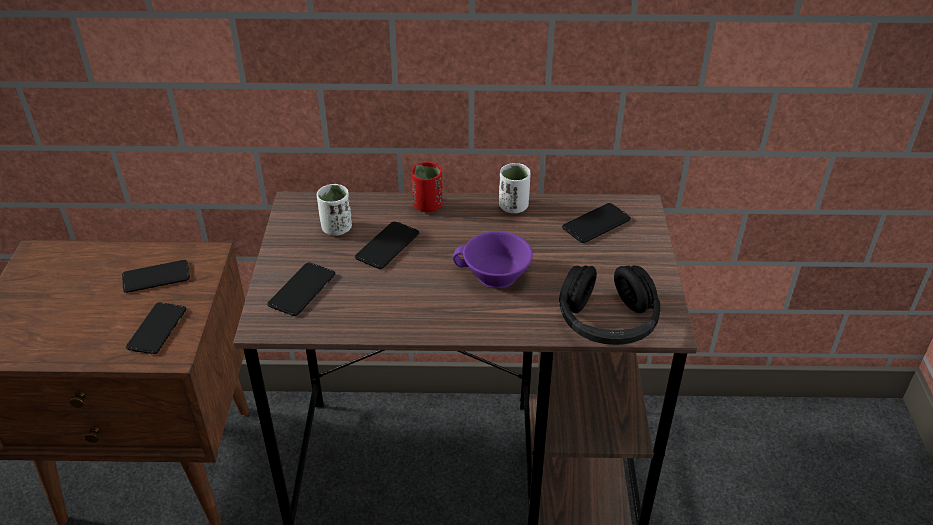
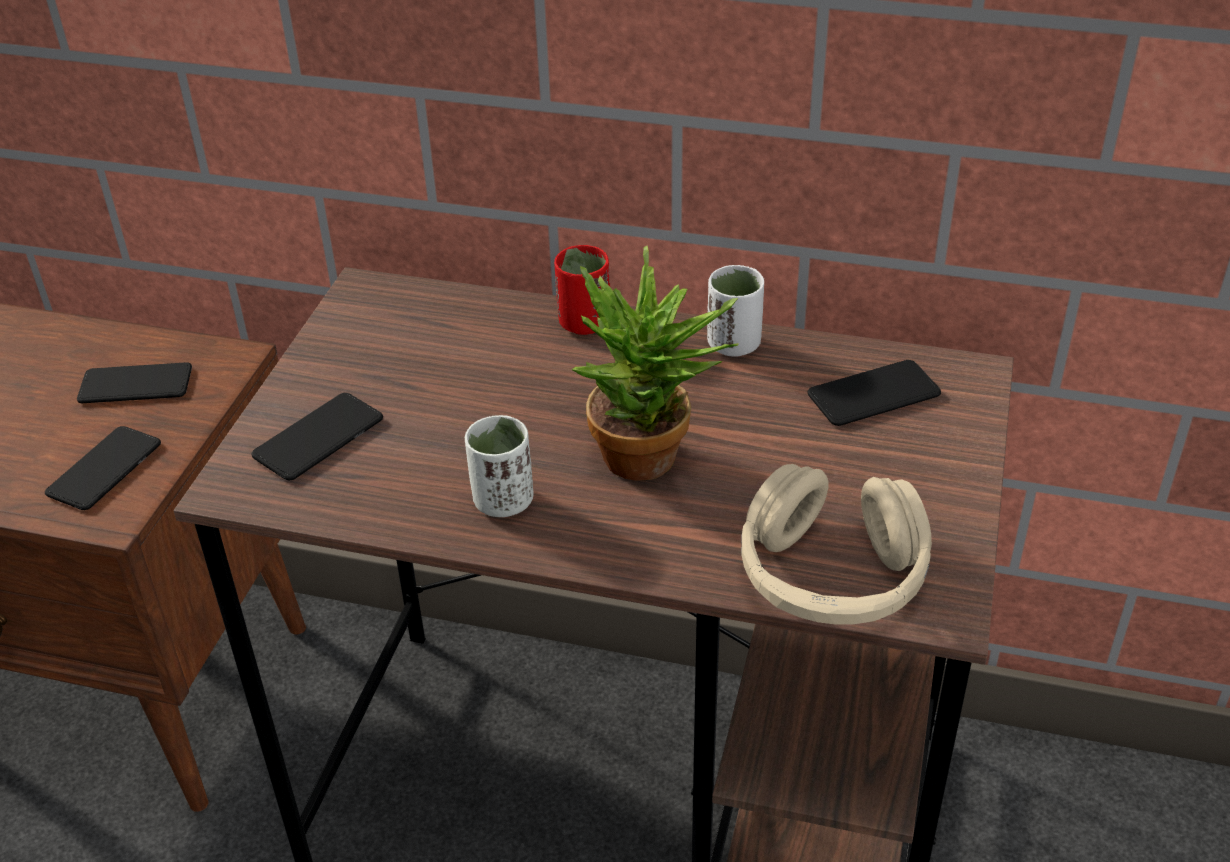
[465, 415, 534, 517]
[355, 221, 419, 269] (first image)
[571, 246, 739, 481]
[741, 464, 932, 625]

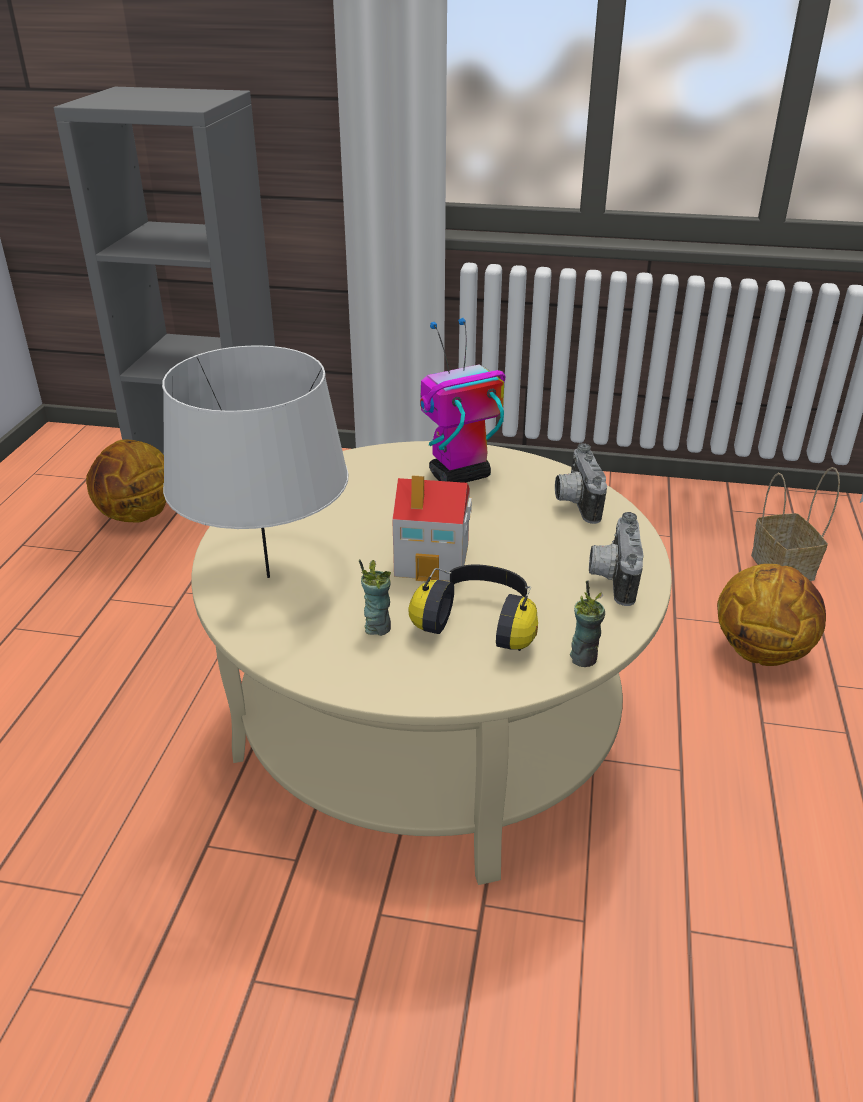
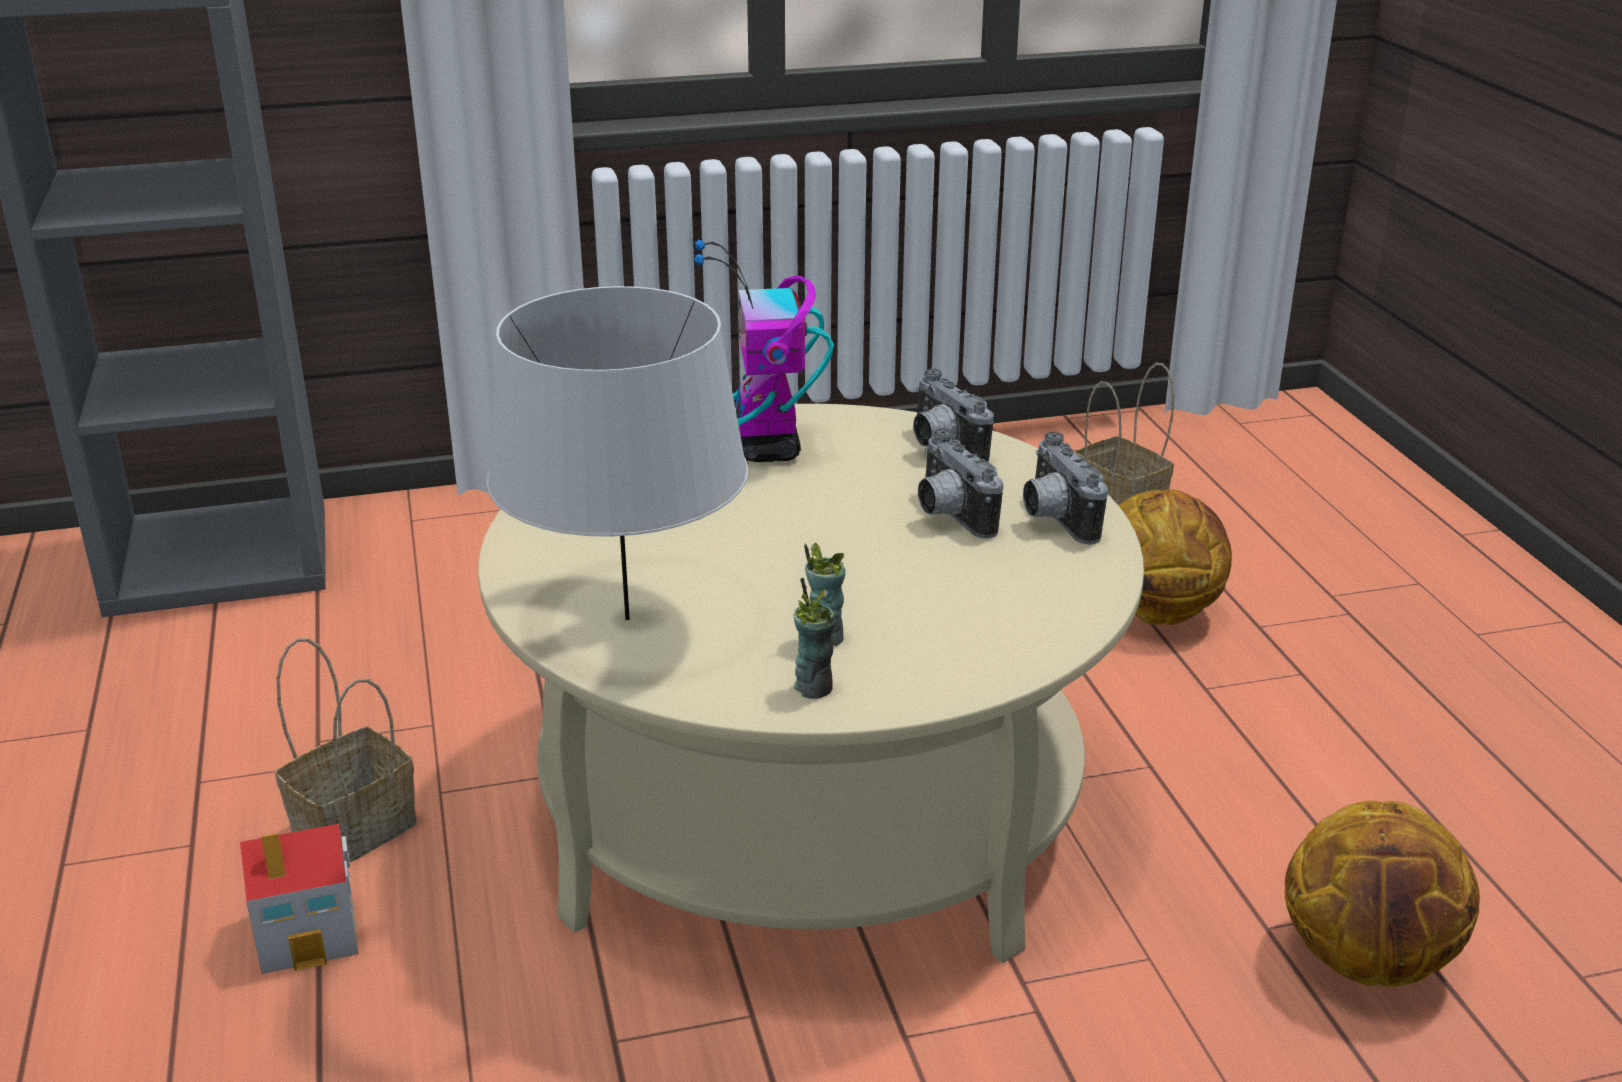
[1285, 800, 1480, 987]
[240, 824, 359, 974]
[409, 564, 538, 651] (first image)
[694, 240, 834, 462]
[793, 578, 836, 699]
[275, 638, 417, 862]
[918, 429, 1004, 539]

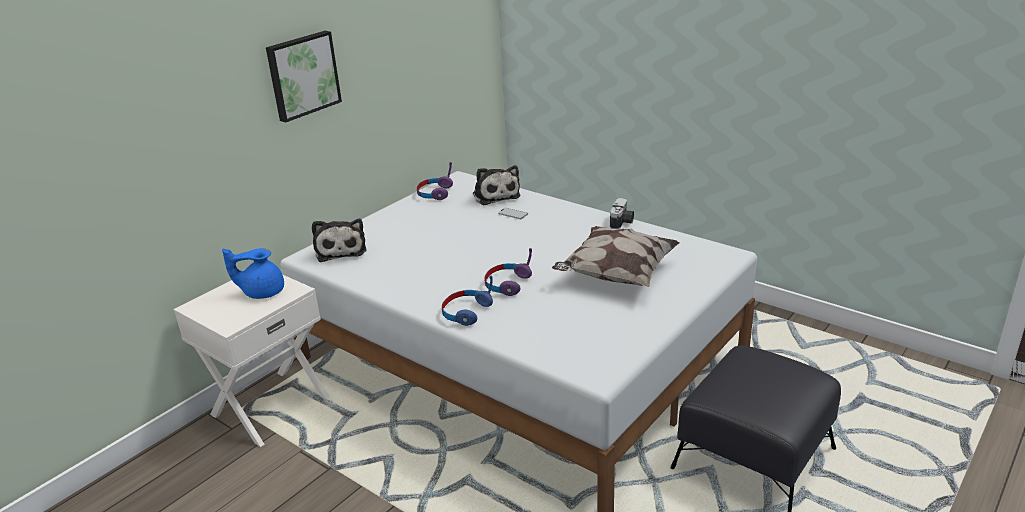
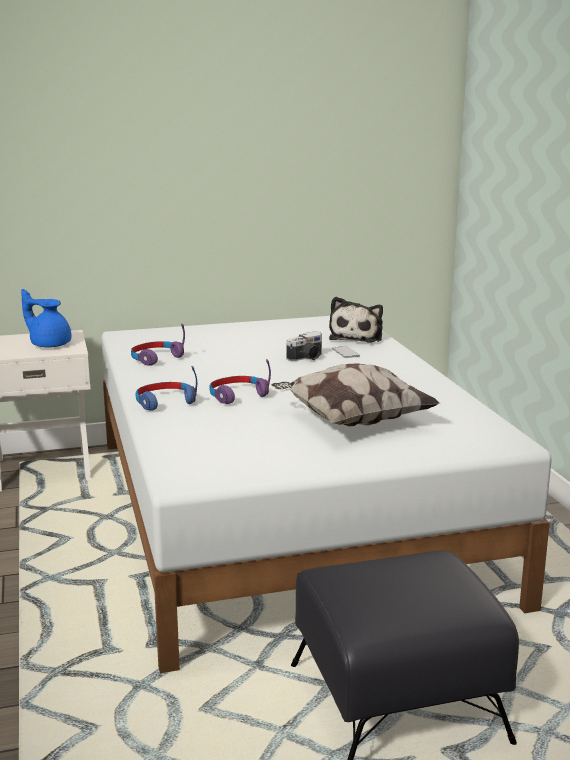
[266, 31, 342, 123] (first image)
[312, 219, 367, 262] (first image)
[131, 324, 185, 366]
[286, 332, 322, 361]

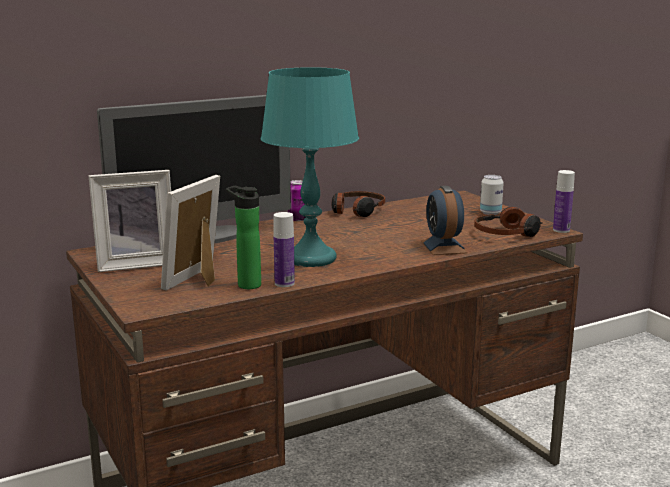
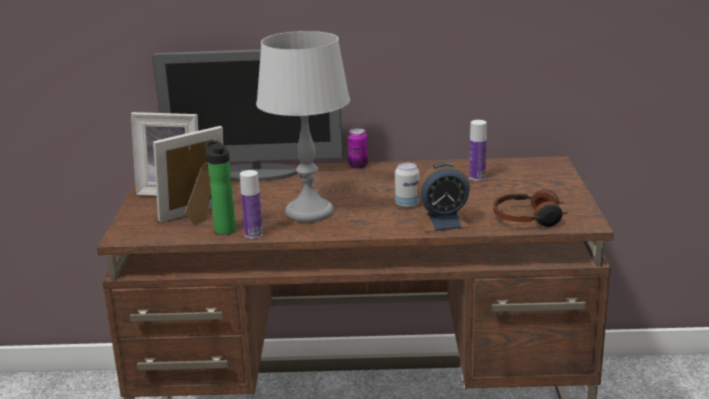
[256, 31, 350, 222]
[332, 191, 385, 217] (first image)
[417, 161, 470, 232]
[395, 163, 419, 208]
[469, 120, 487, 181]

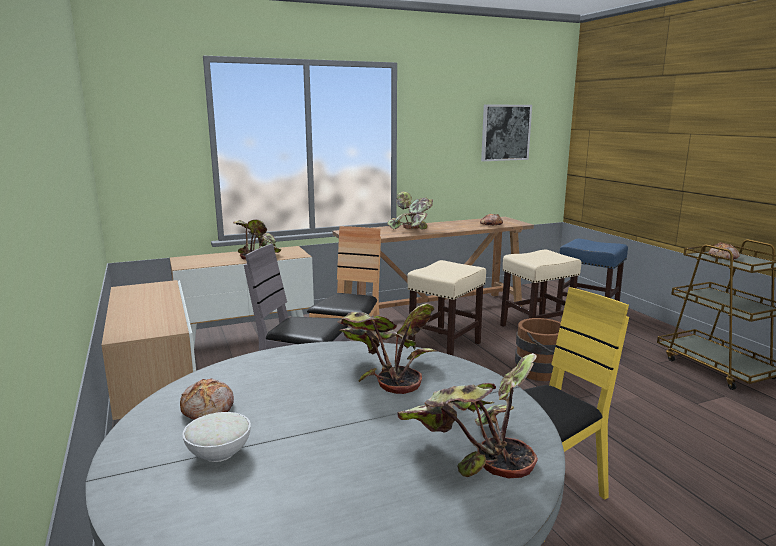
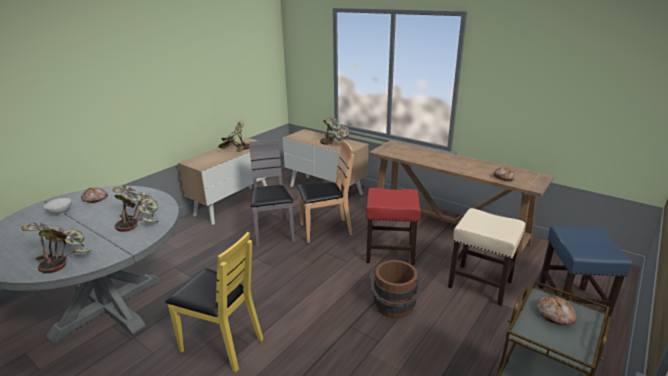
[218, 120, 249, 152]
[366, 188, 421, 266]
[481, 105, 532, 161] (first image)

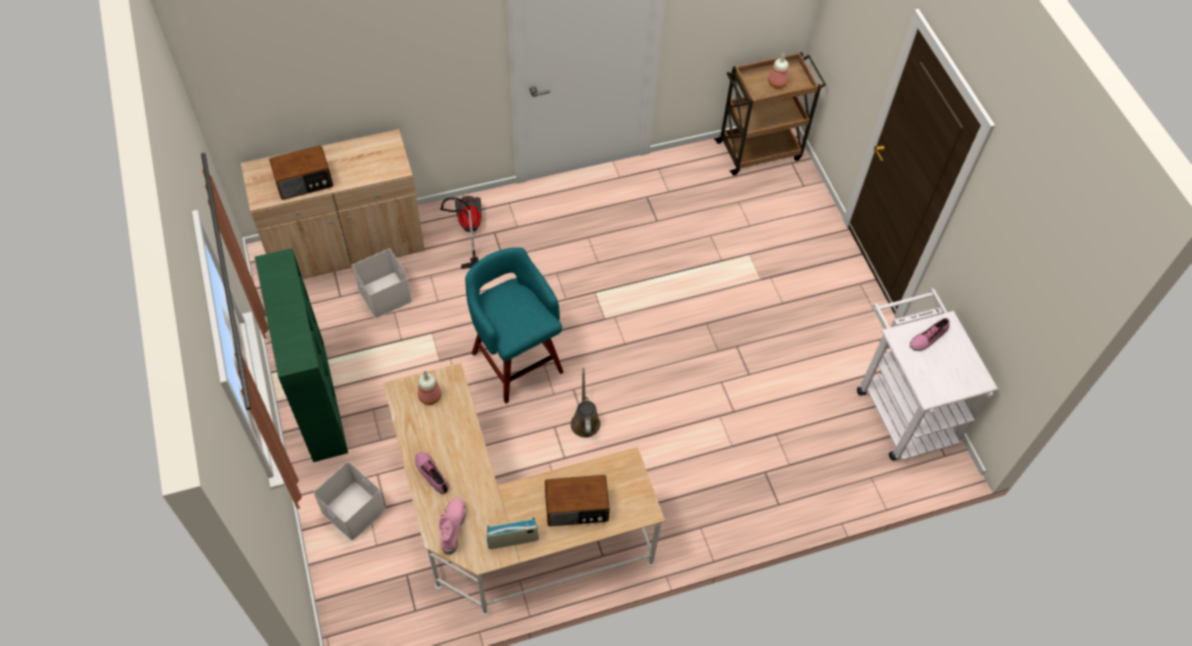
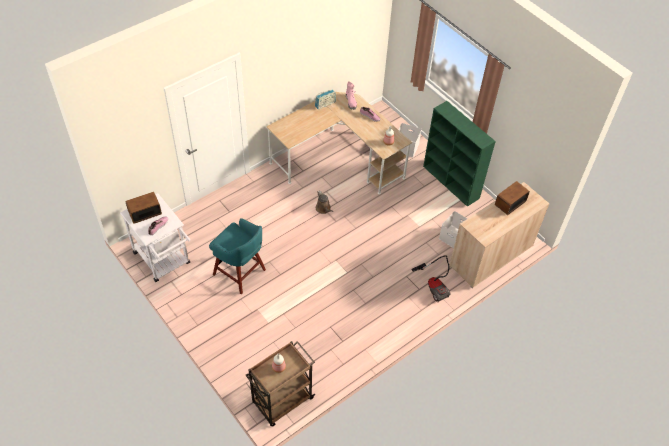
[209, 218, 266, 294]
[126, 192, 162, 224]

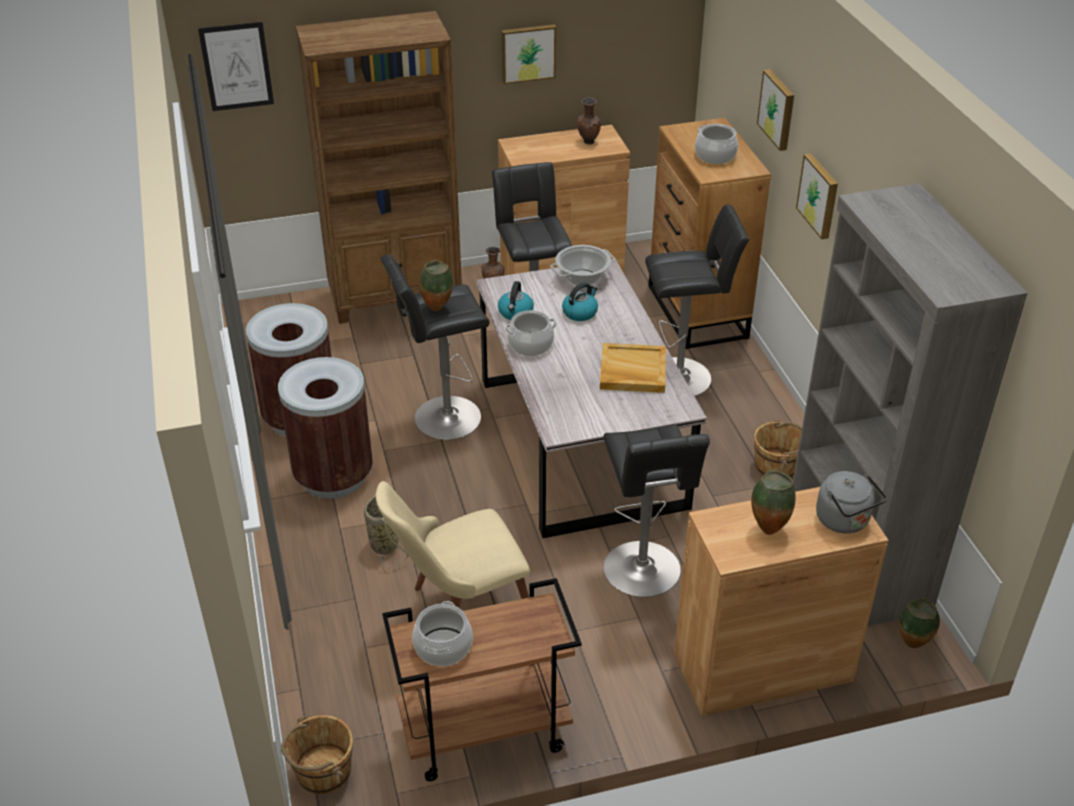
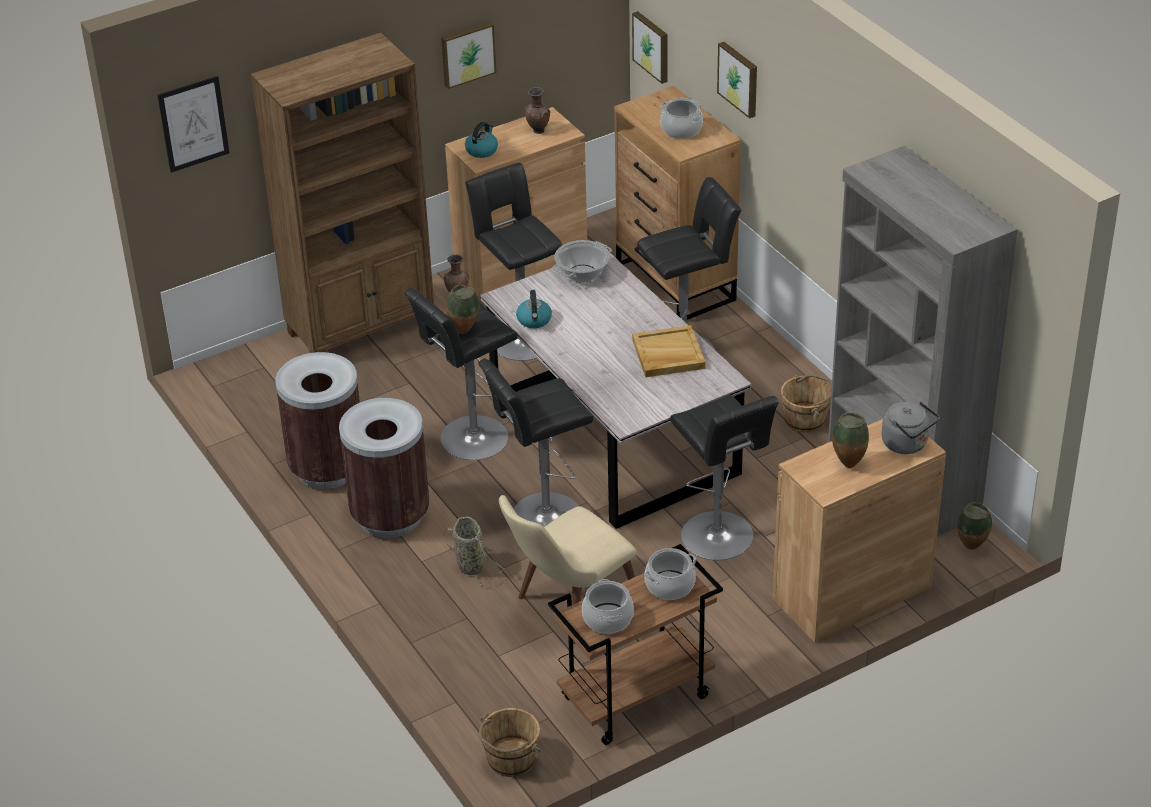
[644, 548, 696, 600]
[465, 122, 498, 158]
[632, 11, 668, 84]
[478, 358, 594, 527]

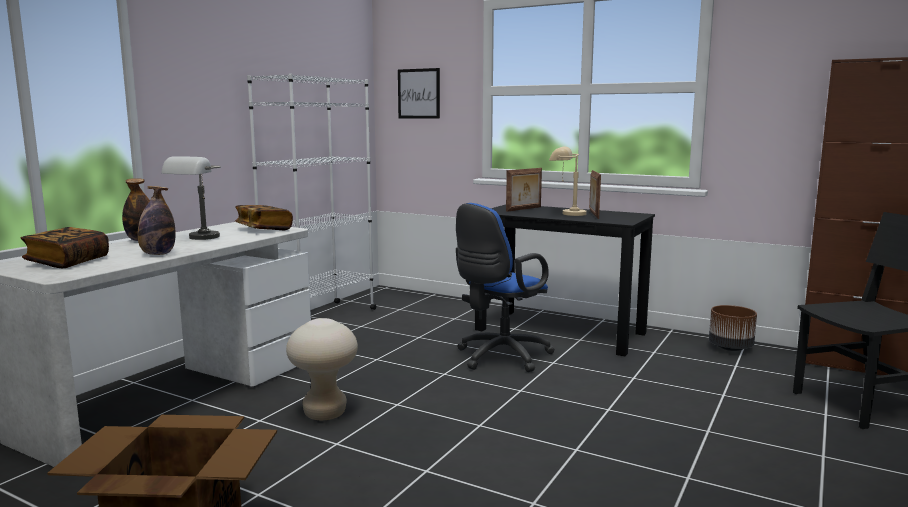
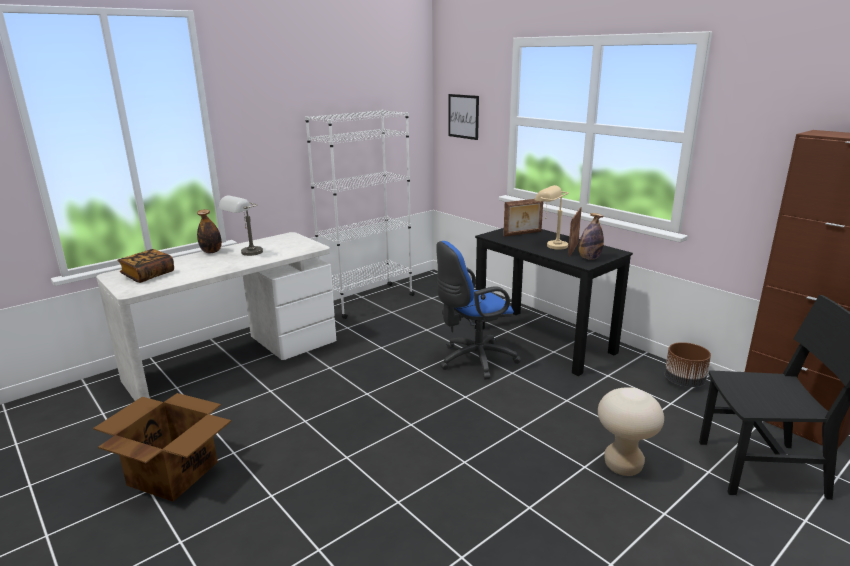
[579, 213, 604, 260]
[235, 205, 293, 230] (first image)
[598, 387, 664, 476]

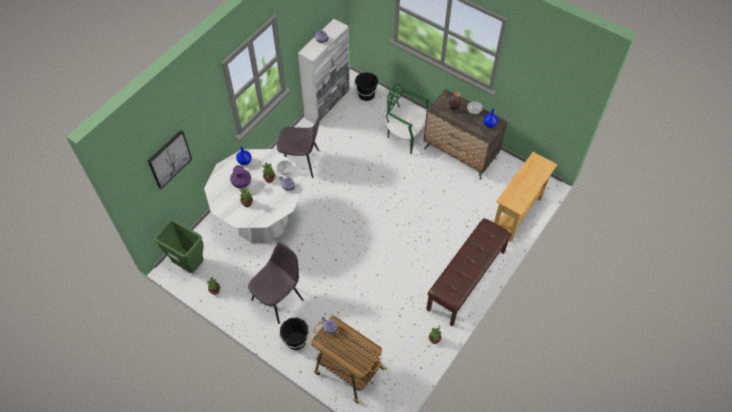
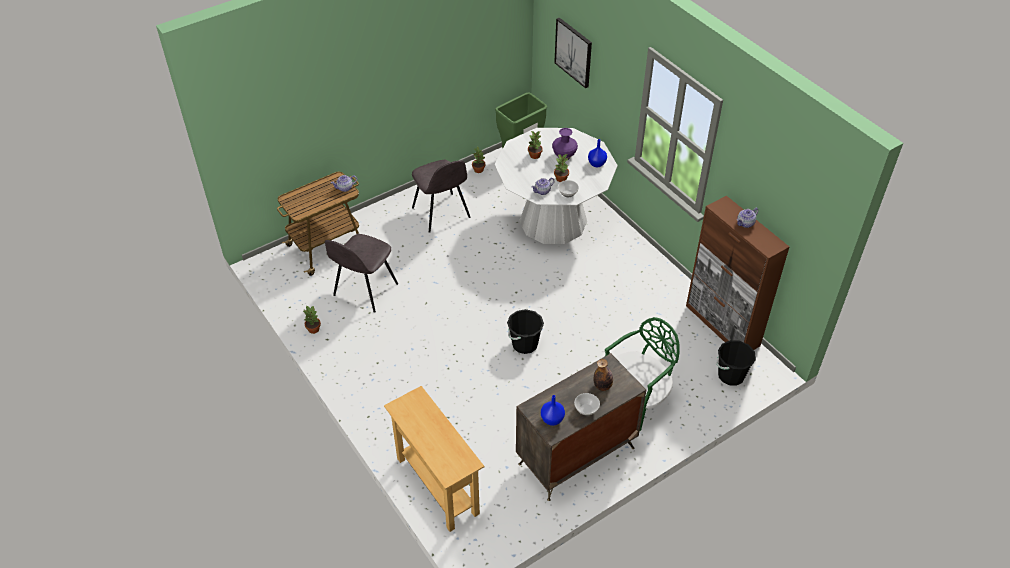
[325, 234, 398, 313]
[507, 309, 544, 354]
[686, 196, 789, 350]
[426, 218, 512, 326] (first image)

